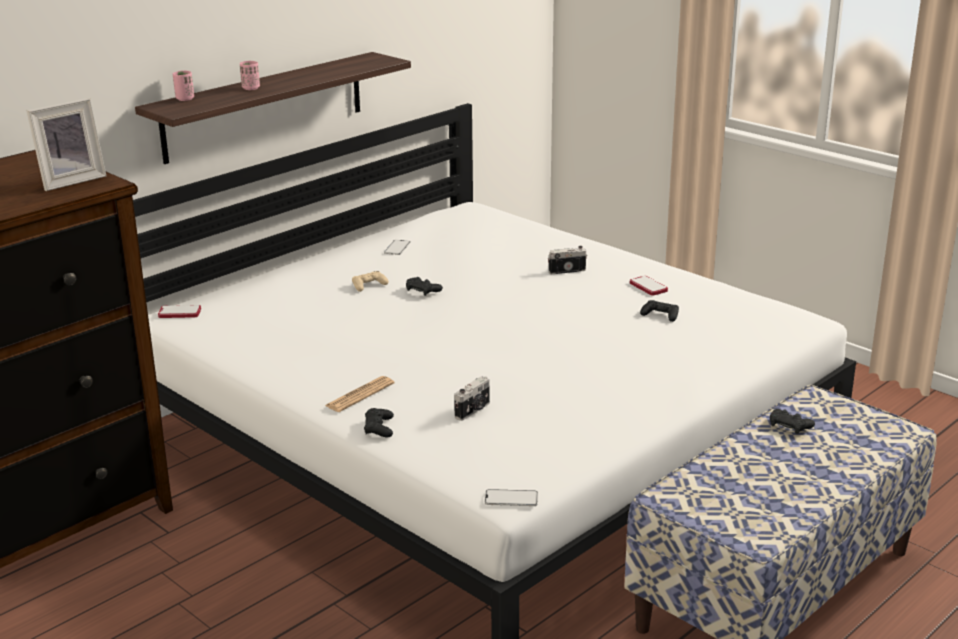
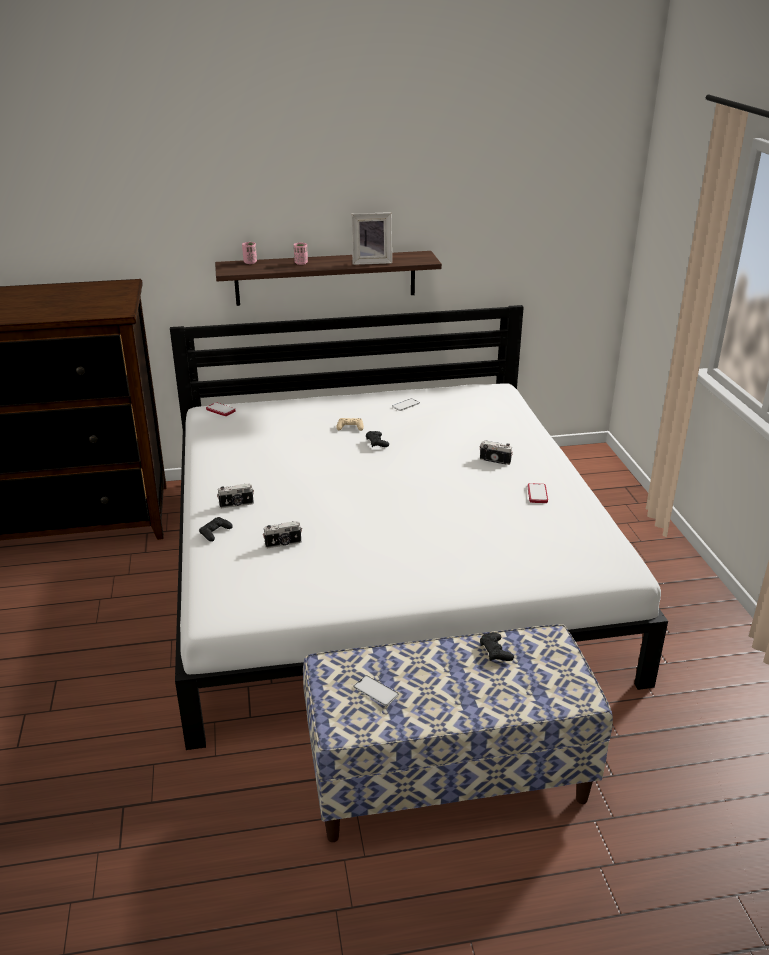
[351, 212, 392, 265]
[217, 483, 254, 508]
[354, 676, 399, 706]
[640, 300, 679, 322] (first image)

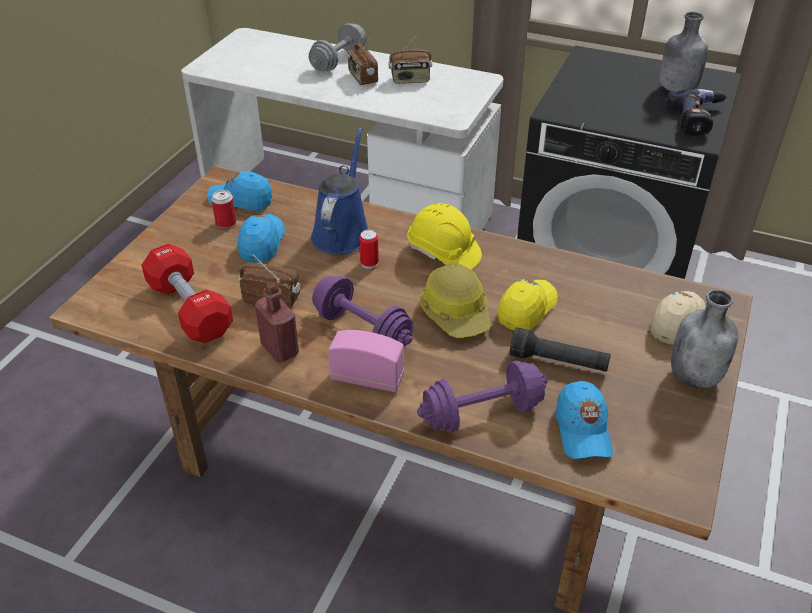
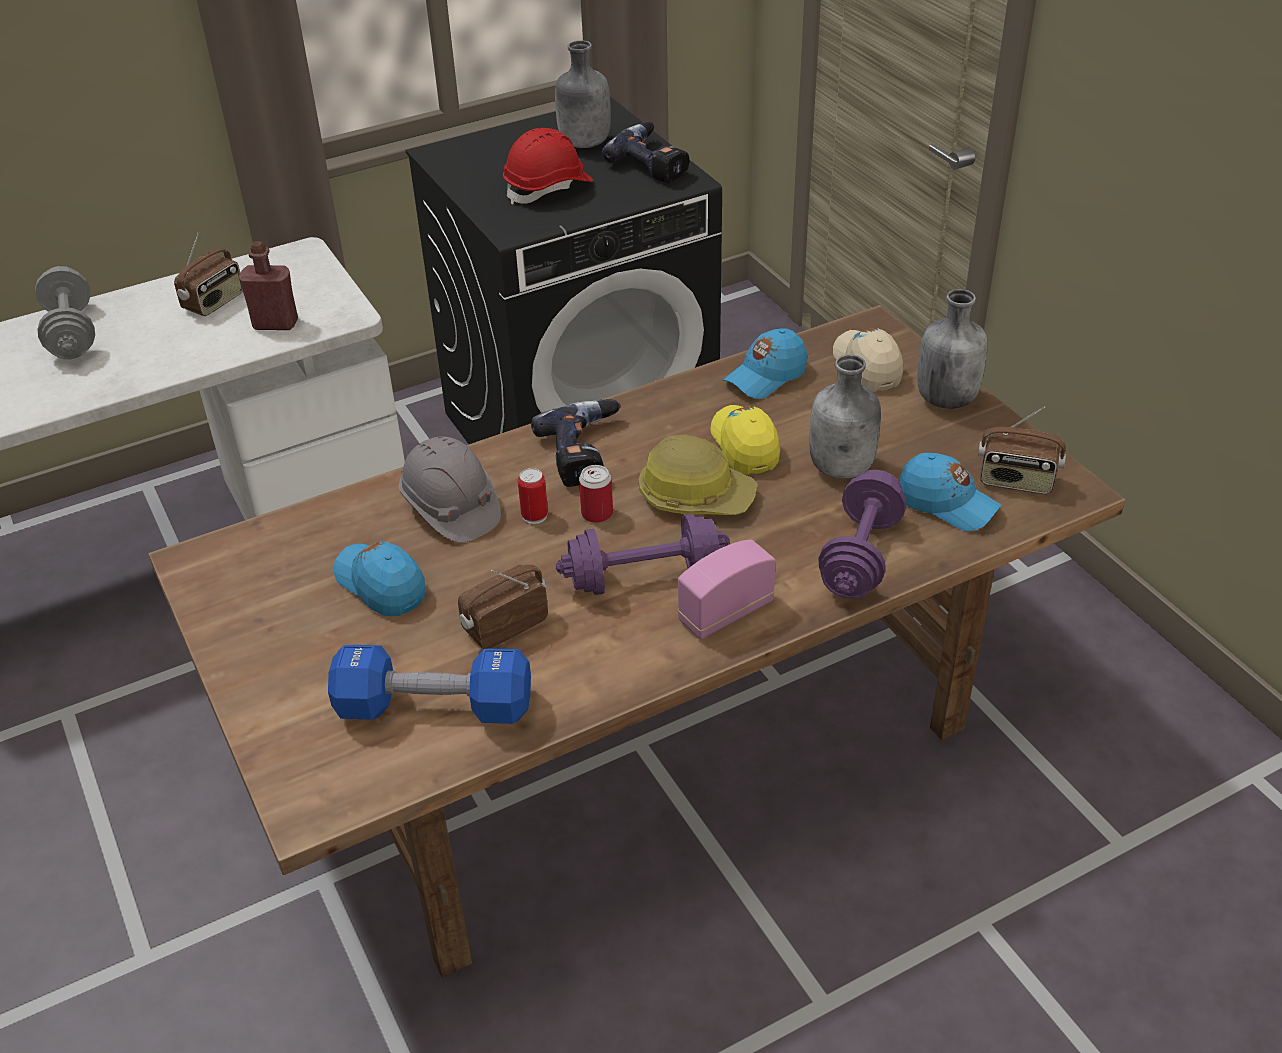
[328, 645, 531, 724]
[723, 328, 807, 399]
[579, 465, 613, 523]
[239, 241, 298, 330]
[399, 436, 501, 542]
[978, 406, 1066, 494]
[531, 399, 621, 487]
[809, 354, 881, 479]
[503, 128, 593, 205]

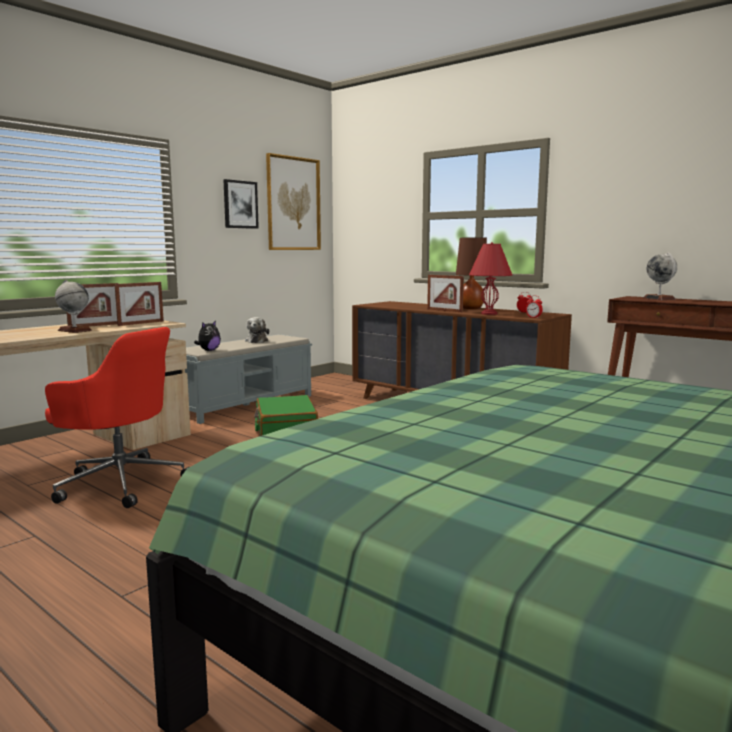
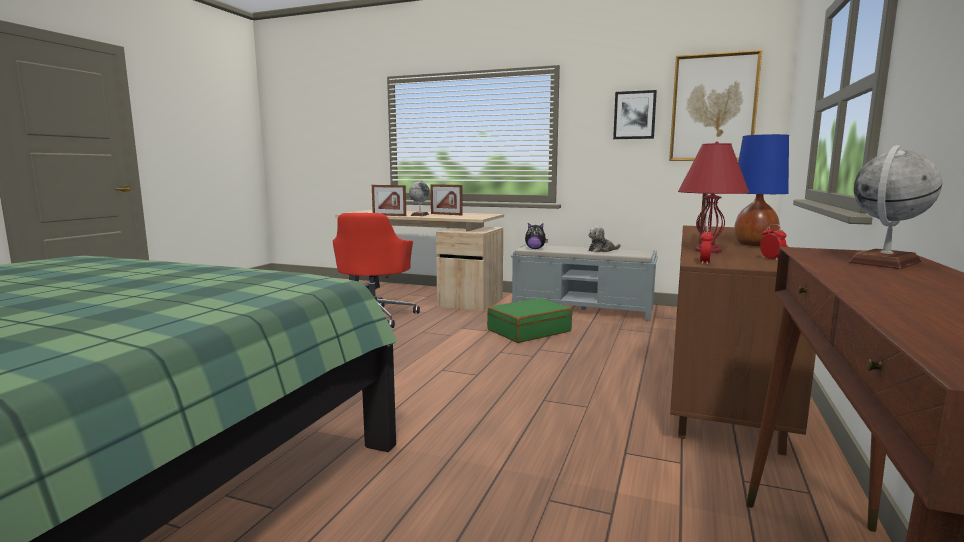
[372, 185, 406, 216]
[734, 134, 789, 246]

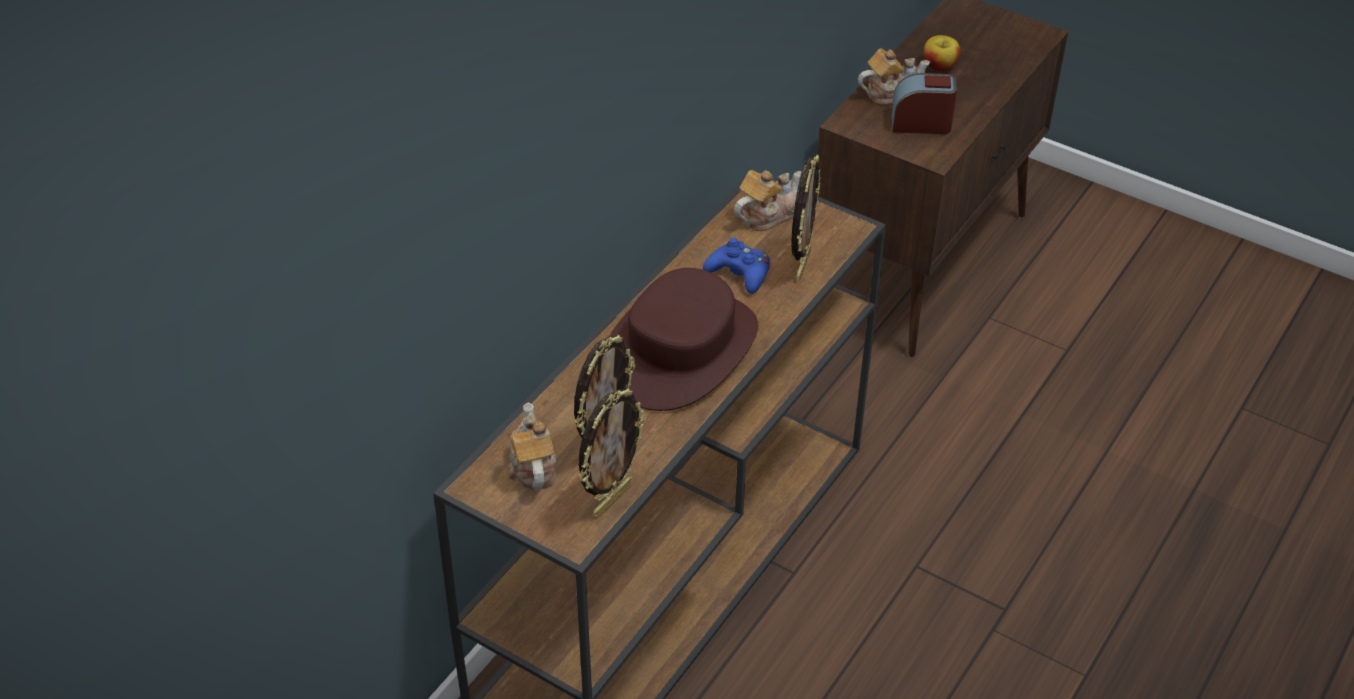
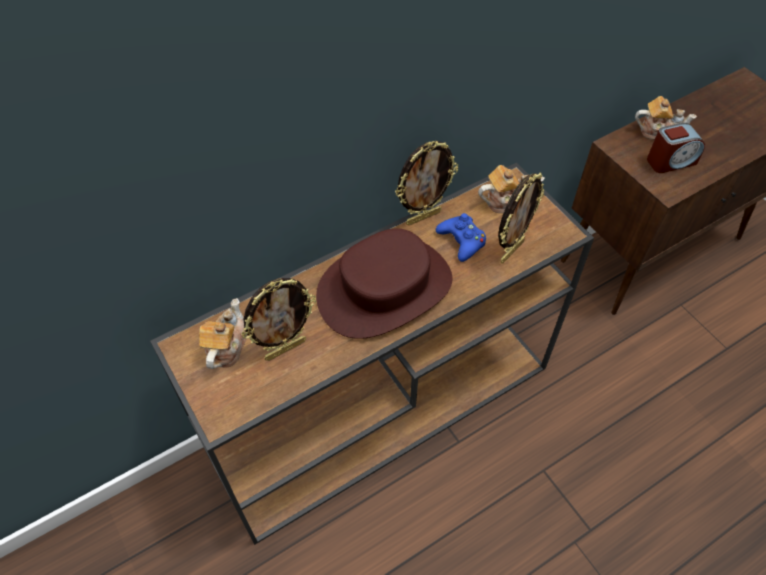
[395, 141, 458, 225]
[647, 123, 705, 173]
[924, 35, 960, 71] (first image)

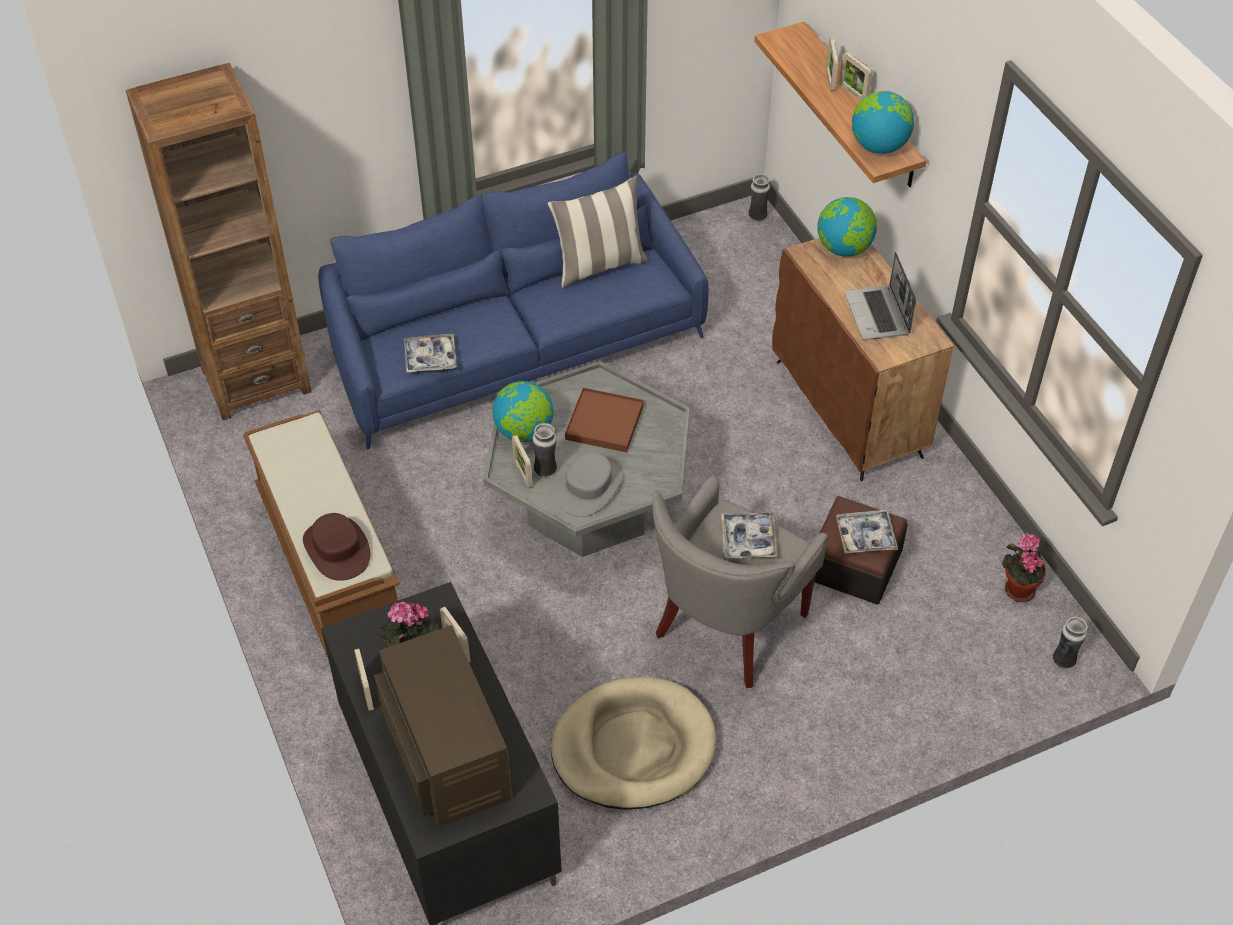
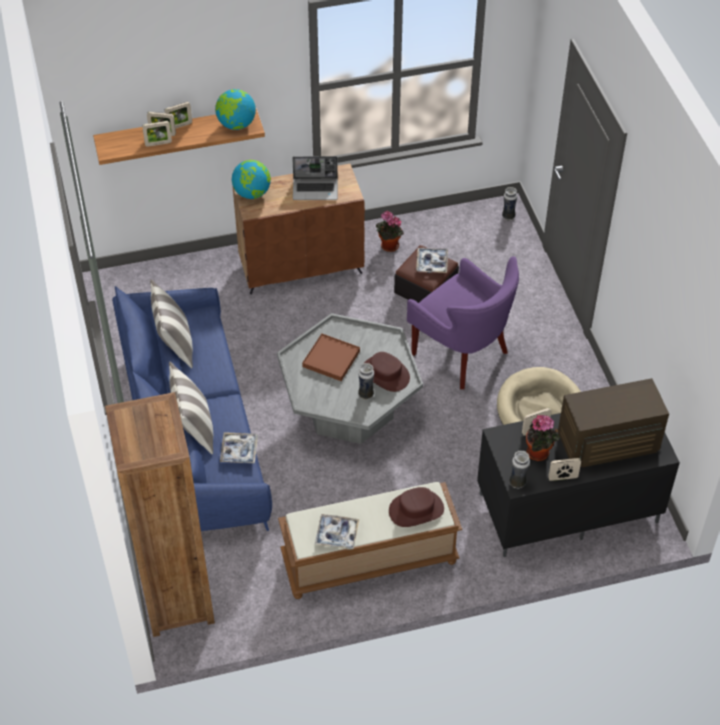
[492, 381, 554, 442] (first image)
[142, 121, 172, 147]
[363, 352, 410, 392]
[407, 256, 519, 390]
[315, 514, 359, 550]
[509, 451, 530, 488]
[376, 211, 404, 252]
[169, 362, 213, 455]

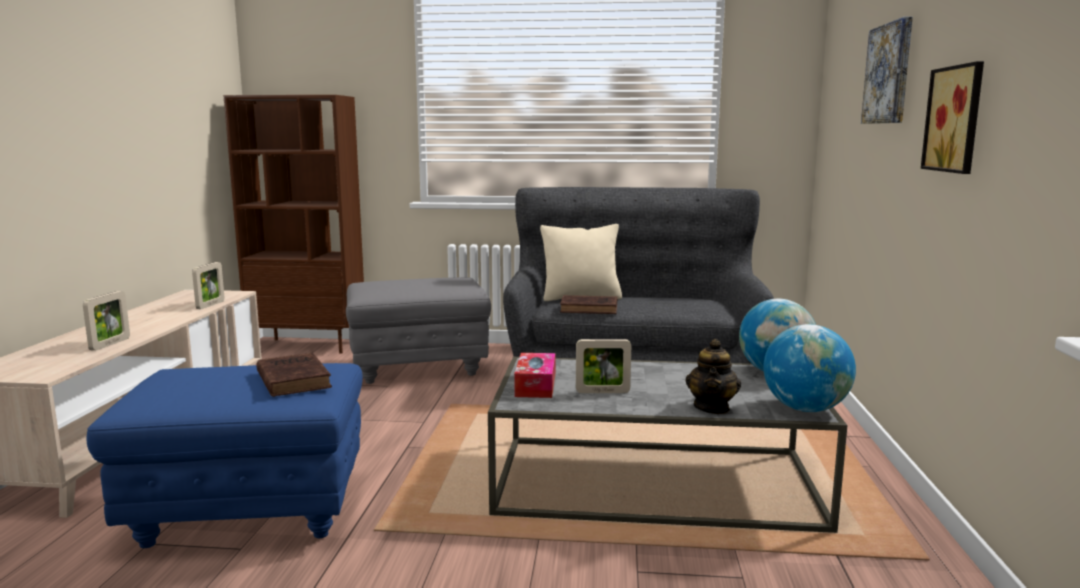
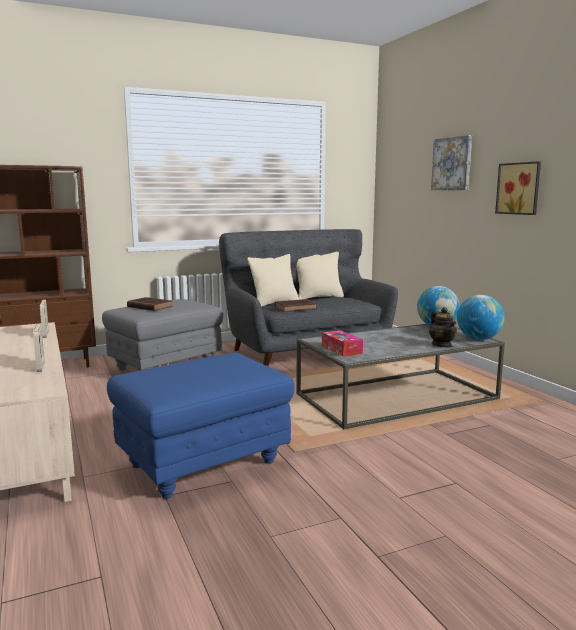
[127, 297, 173, 311]
[576, 339, 631, 393] (first image)
[296, 252, 344, 300]

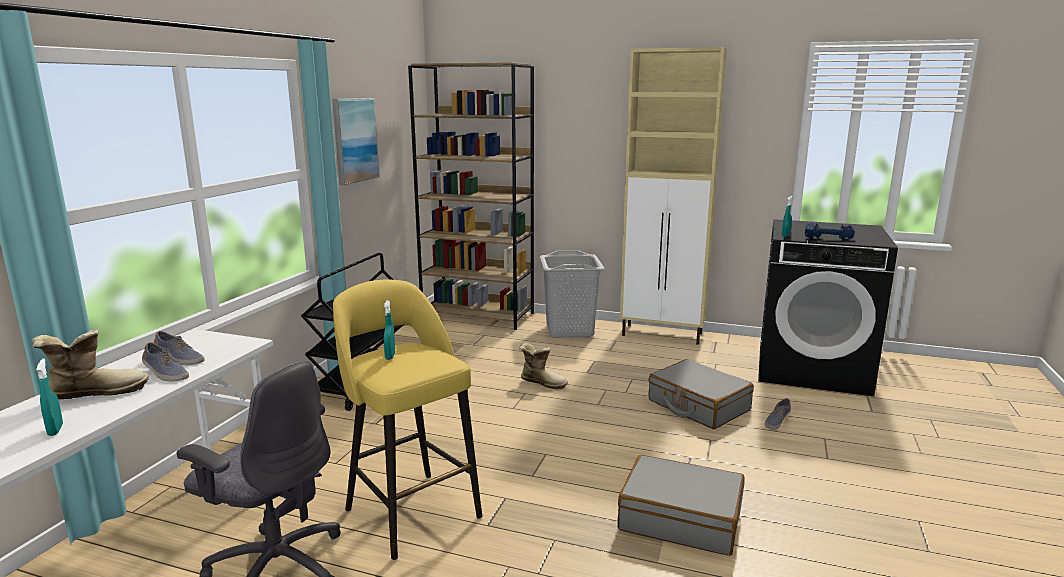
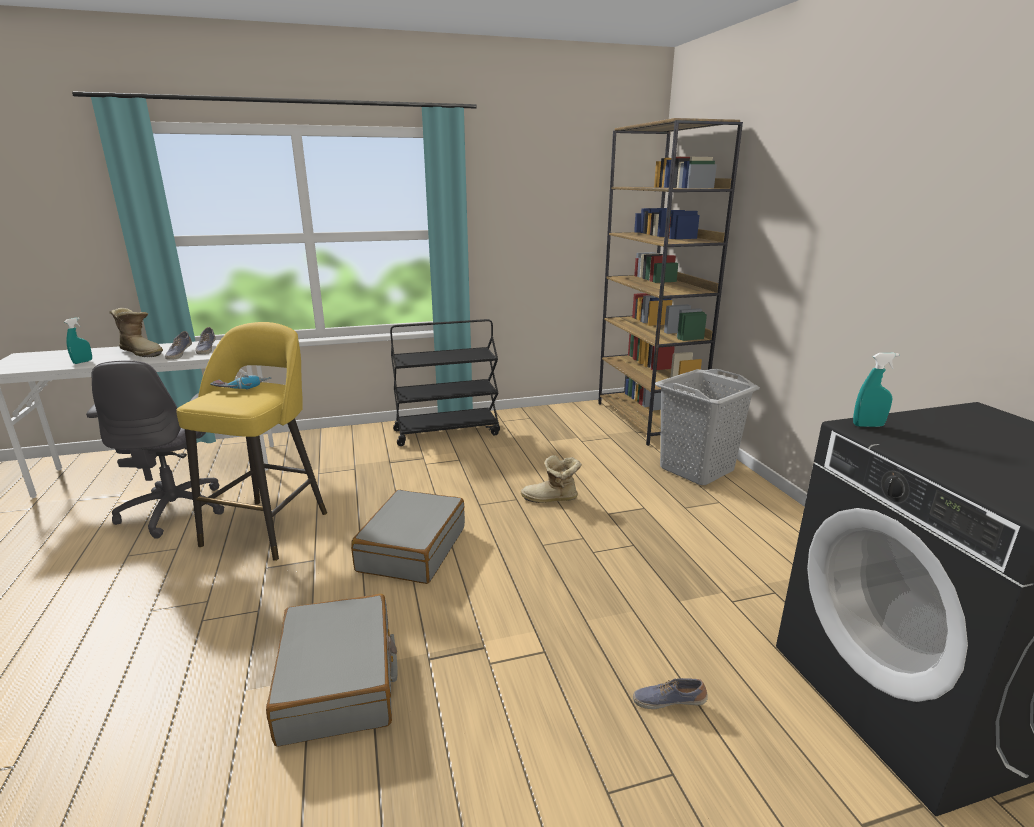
[332, 98, 380, 185] (first image)
[211, 375, 272, 390]
[521, 455, 582, 503]
[620, 47, 727, 345] (first image)
[351, 490, 465, 584]
[805, 222, 855, 239] (first image)

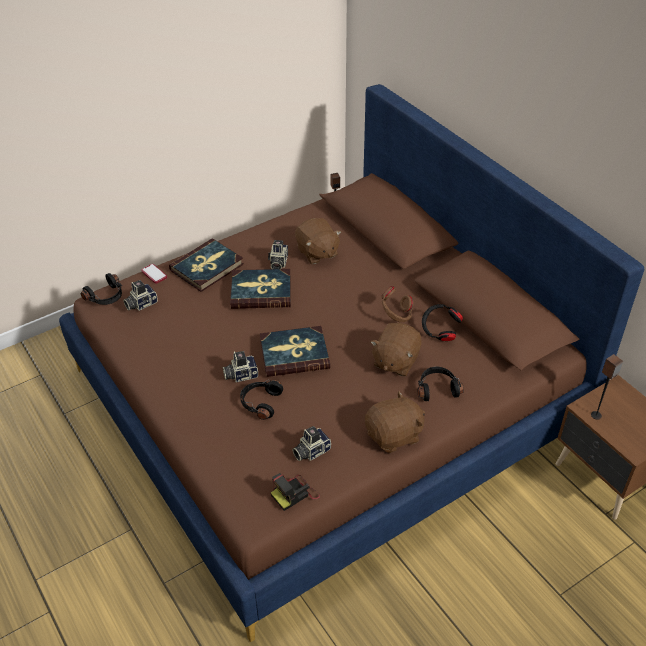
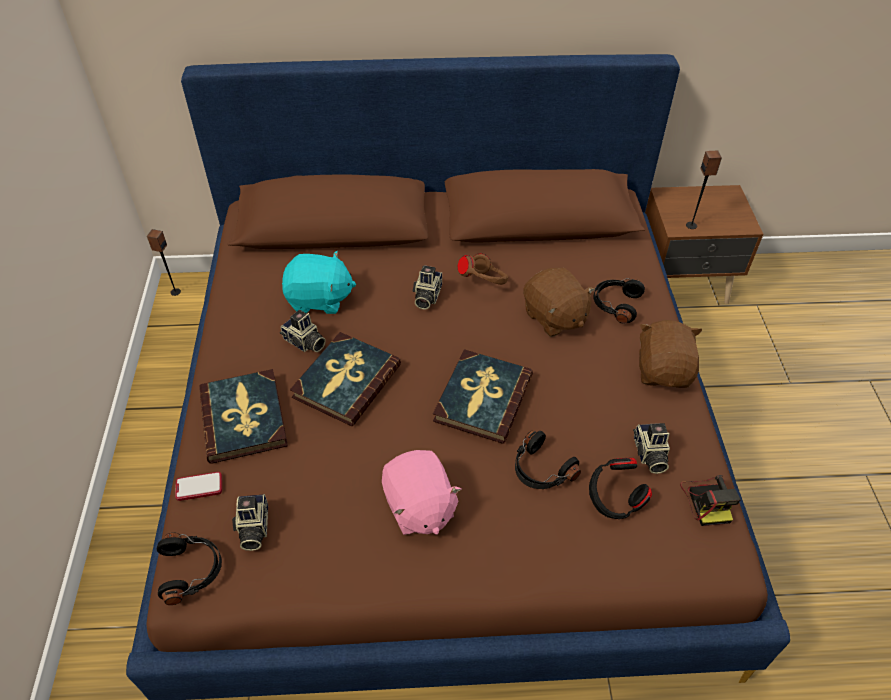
[413, 265, 442, 310]
[282, 251, 356, 314]
[589, 458, 652, 519]
[382, 450, 461, 535]

